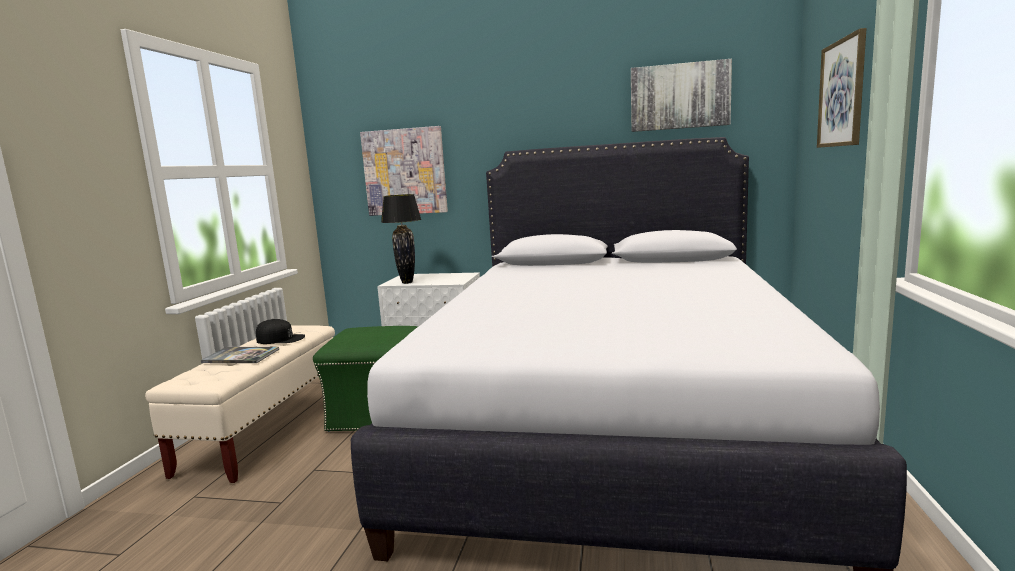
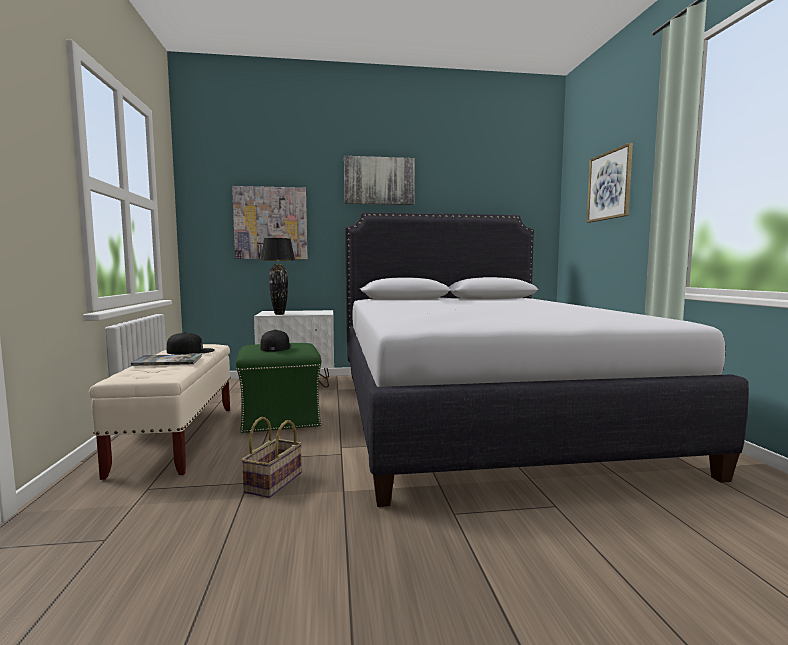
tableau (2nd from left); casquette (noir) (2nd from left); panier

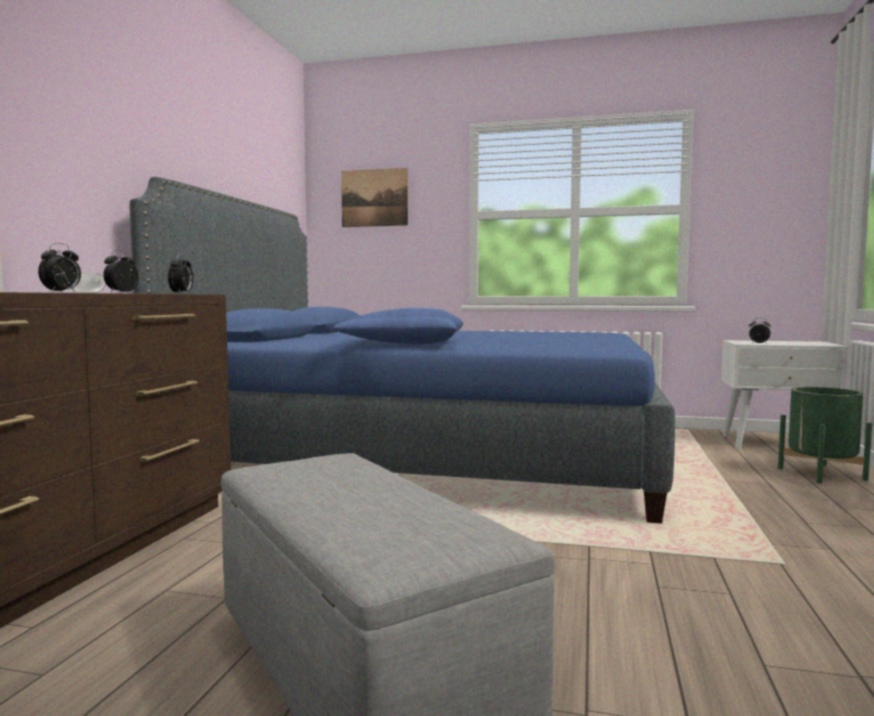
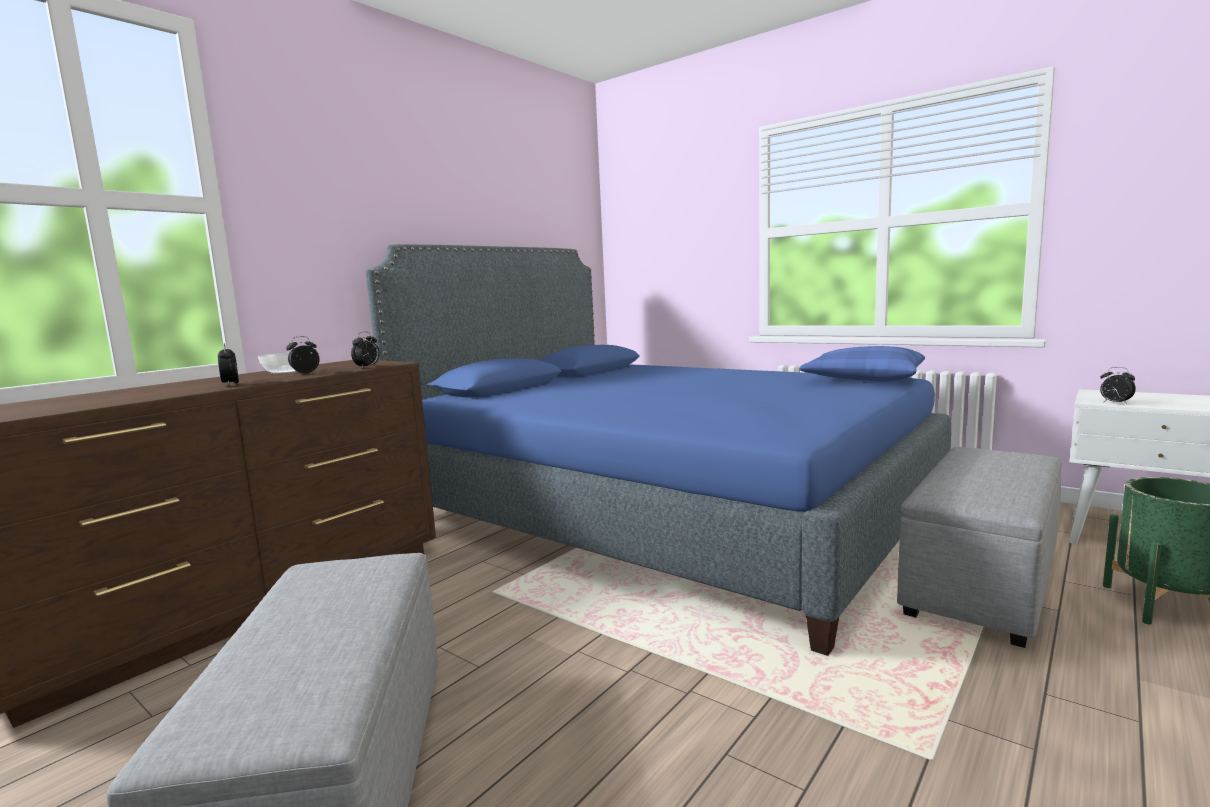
tableau; réveil (1st from left); coussin (bleu); pouf (gris) (2nd from left)

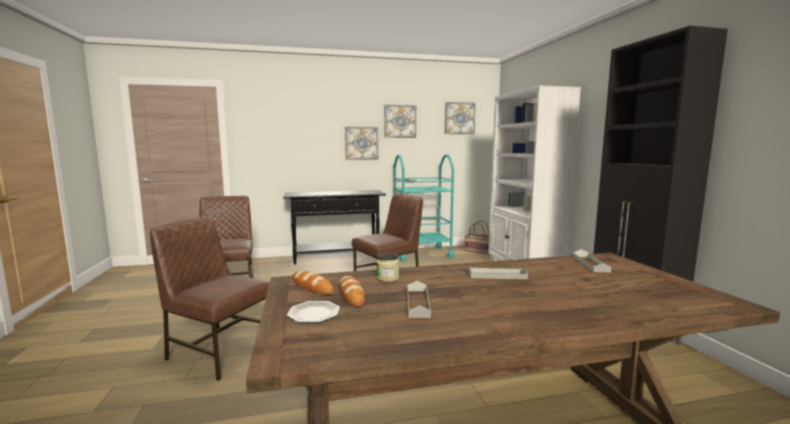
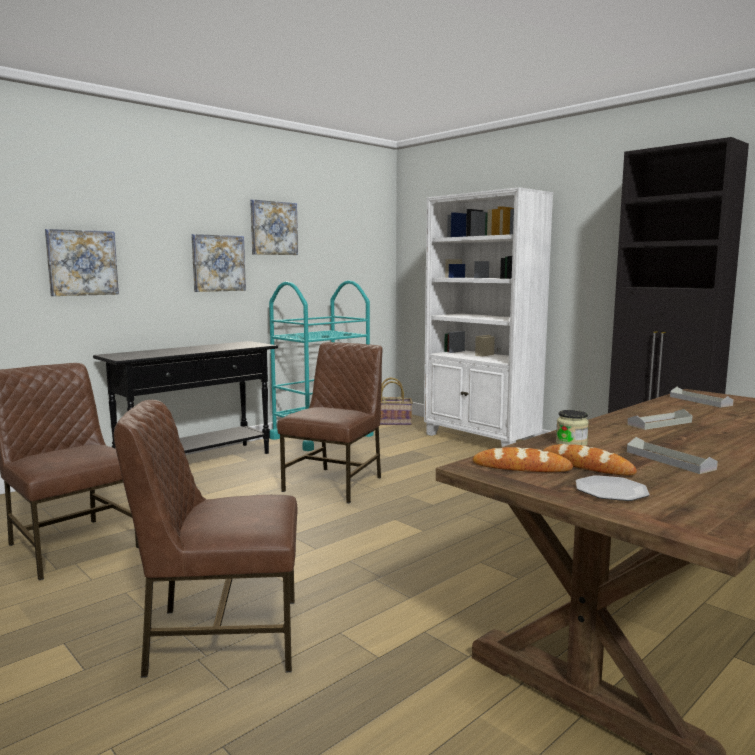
tableau (1st from left)

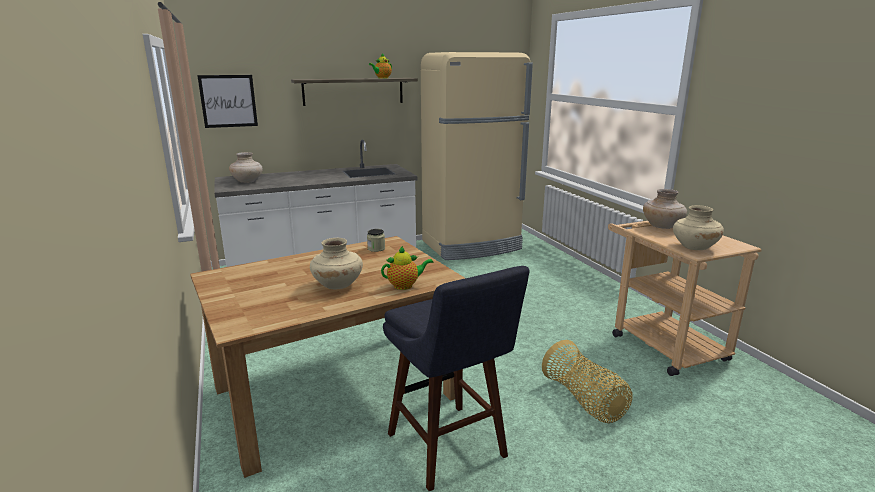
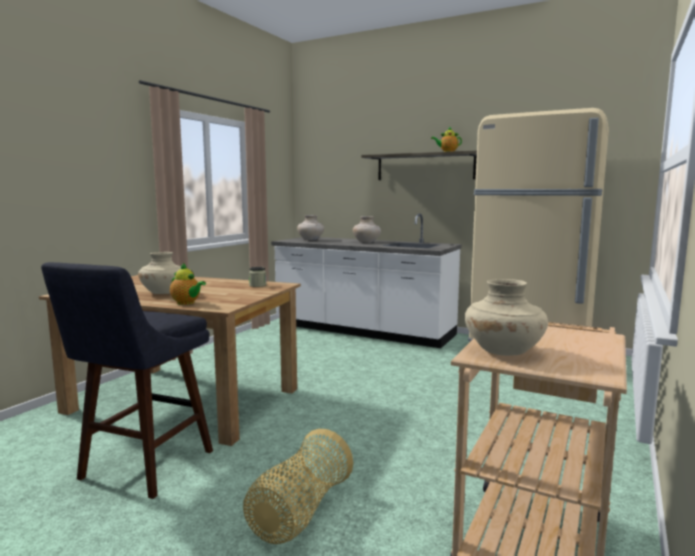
tableau; vase (beige) (3rd from left)

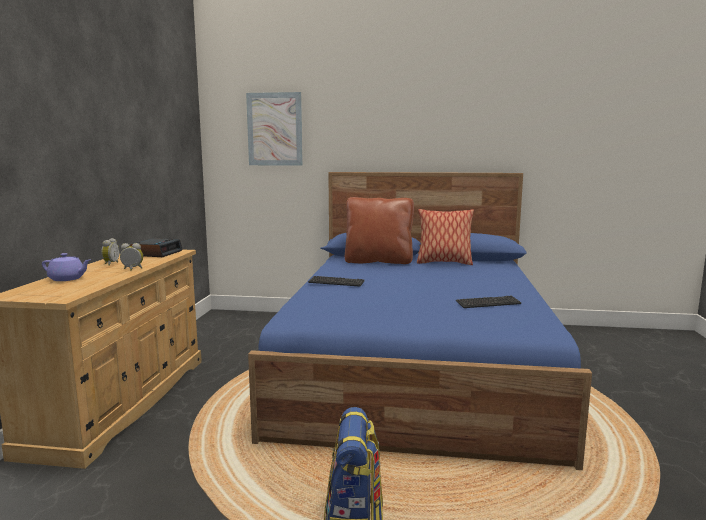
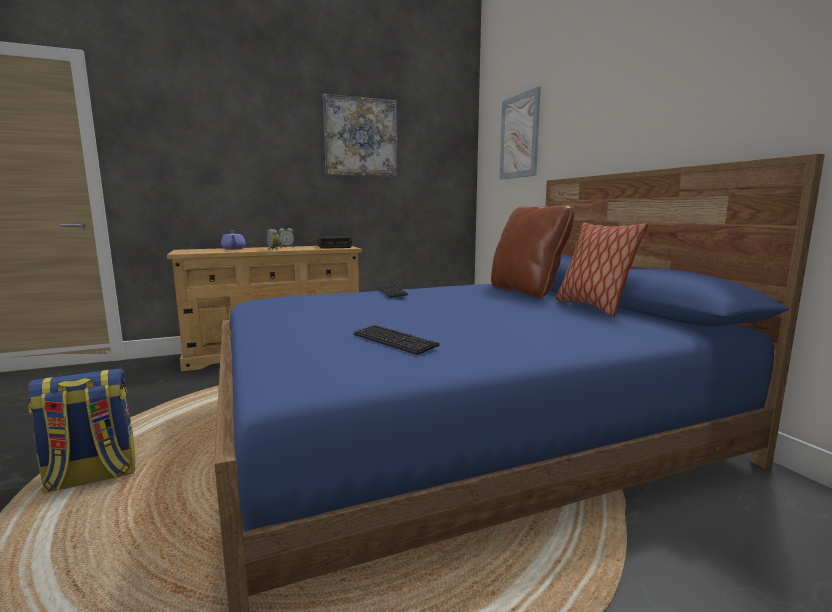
tableau (1st from left)

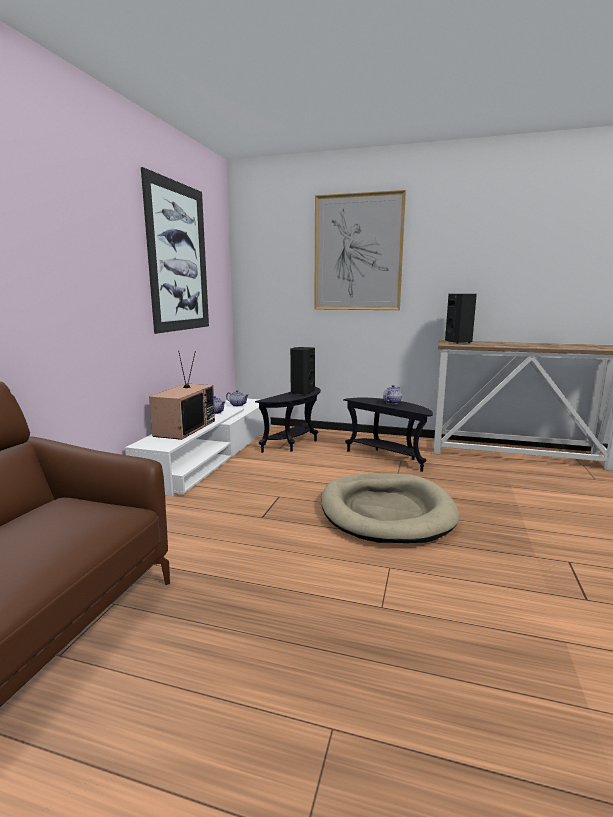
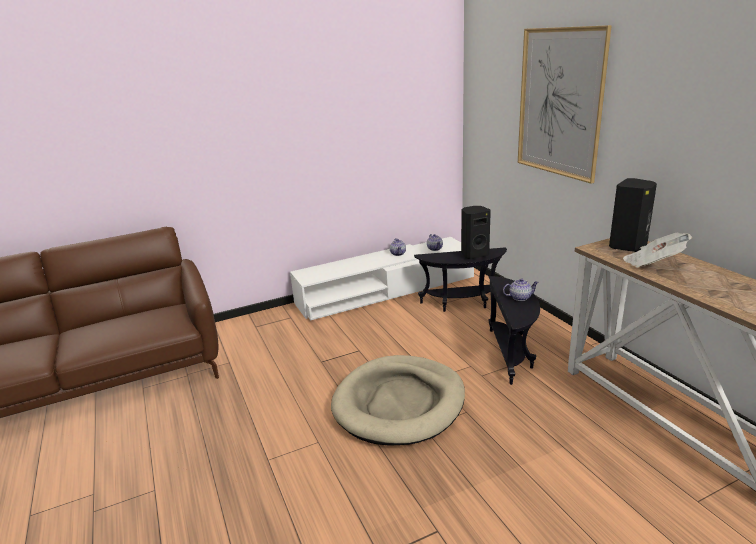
tableau (1st from left in the first image); téléviseur; journal

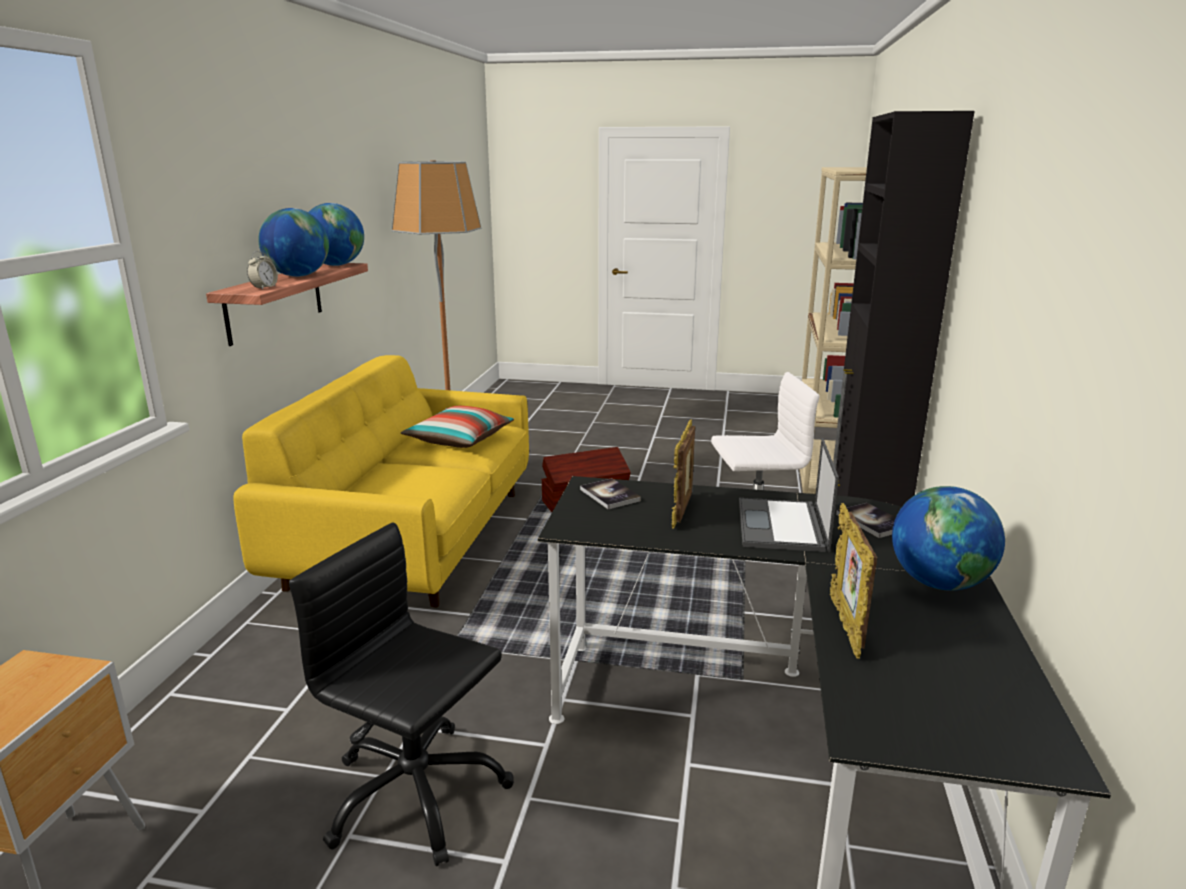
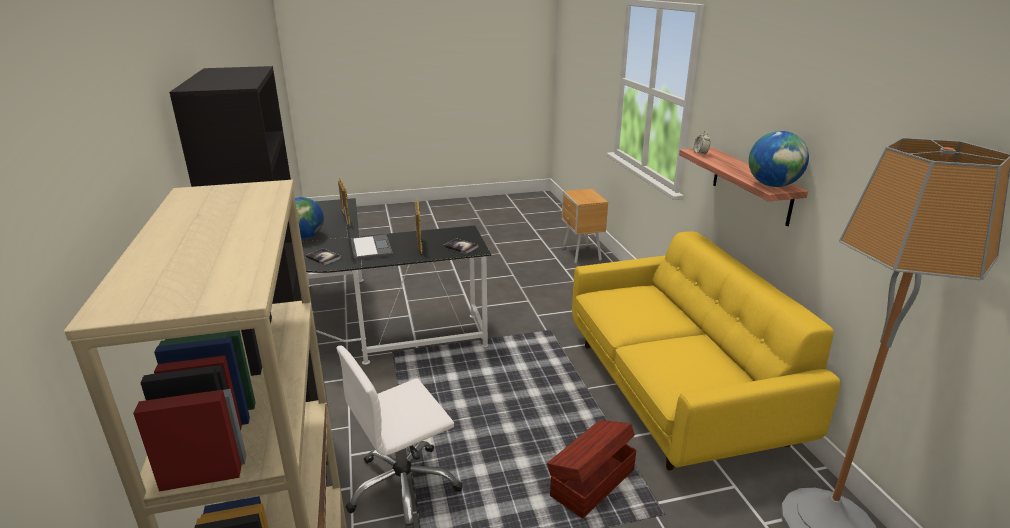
globe (1st from left in the first image); coussin; chaise de bureau (noir)

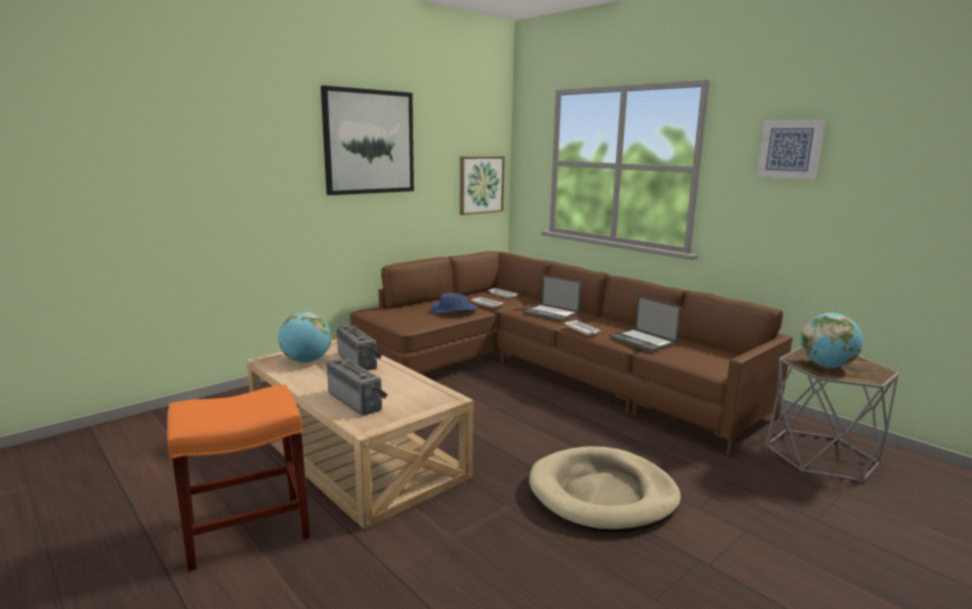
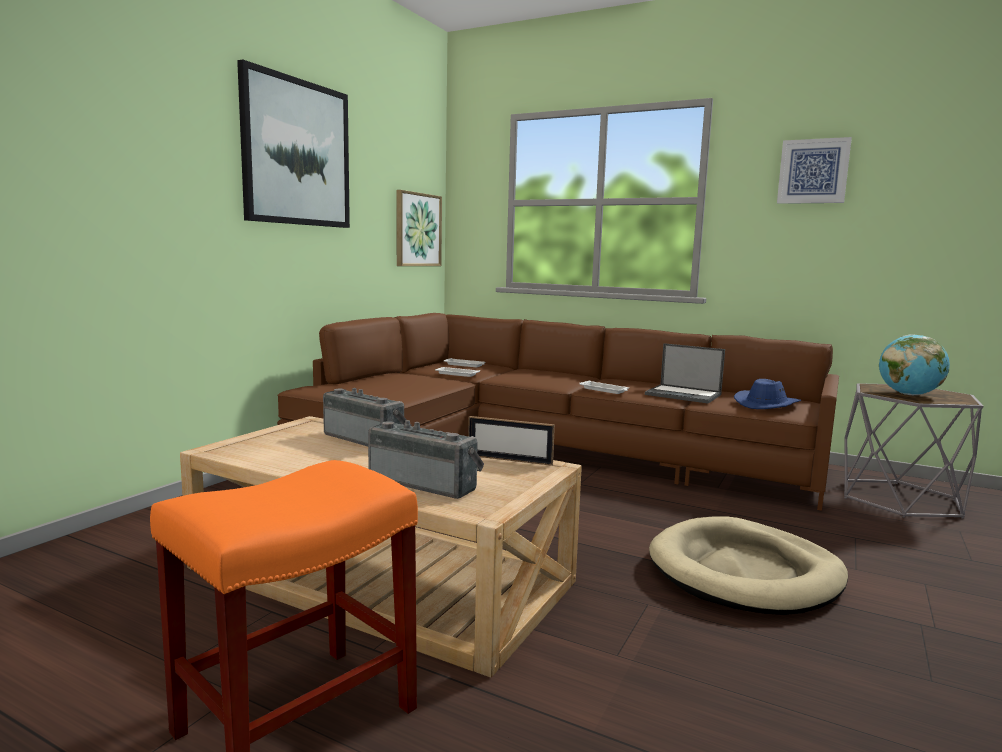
ordinateur portable (1st from left in the first image); chapeau (bleu); globe (1st from left in the first image); cadre photo

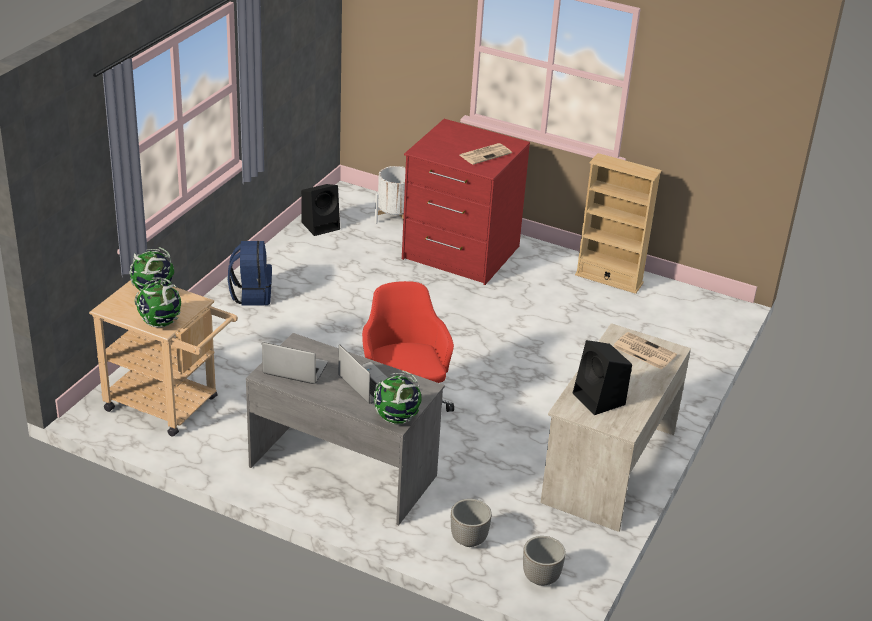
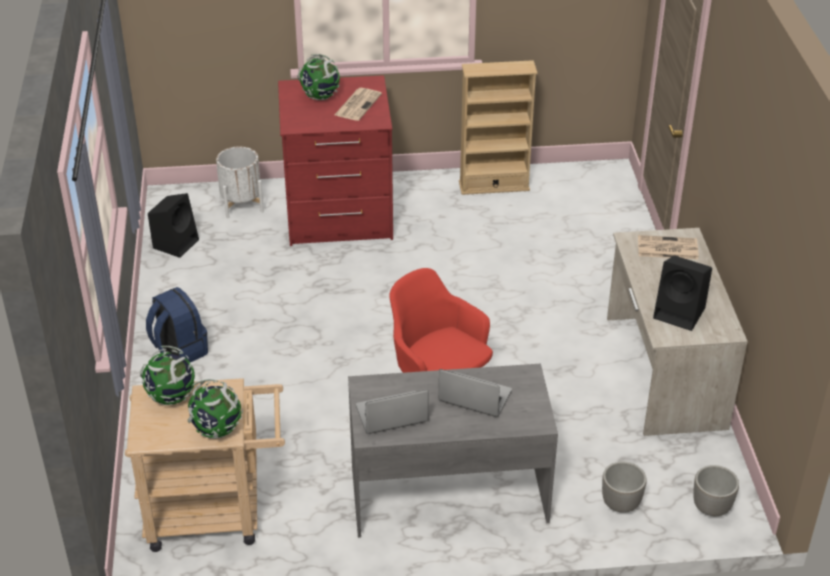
globe (3rd from left)

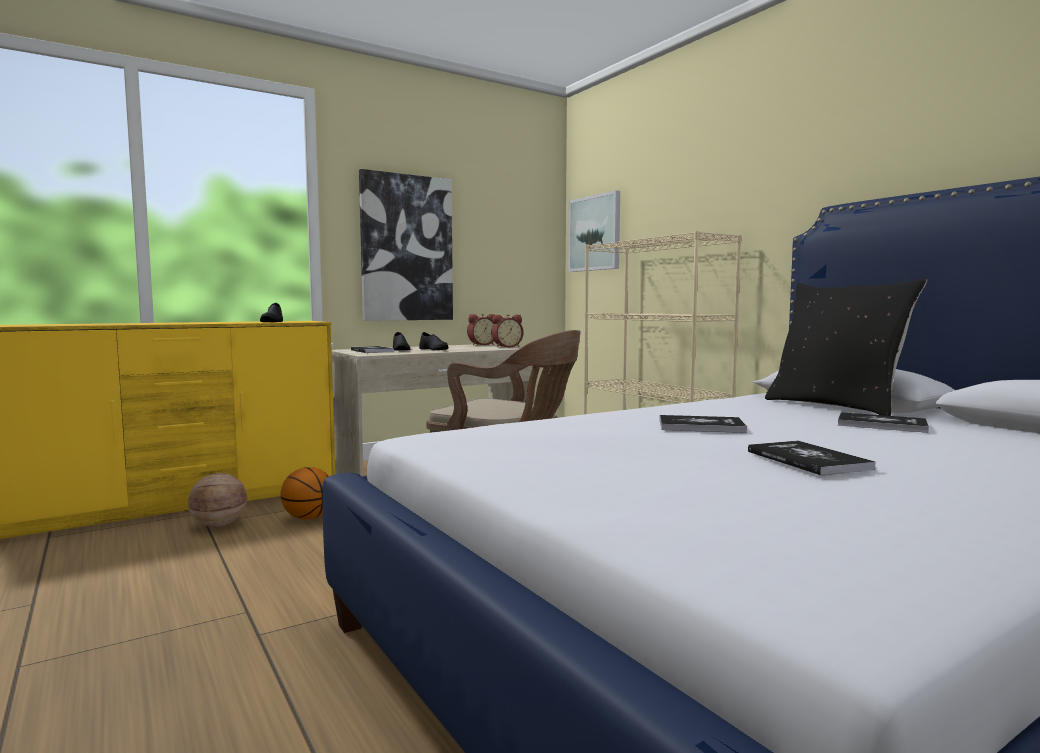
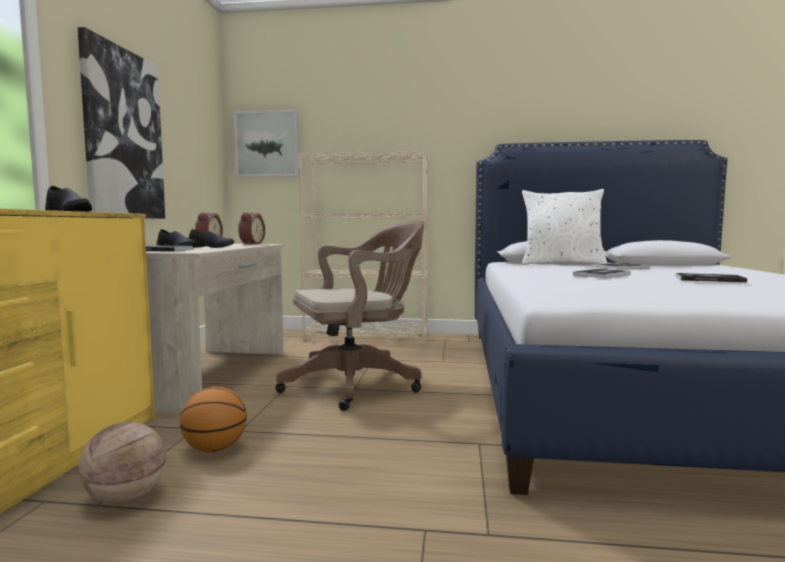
coussin (blanc)

